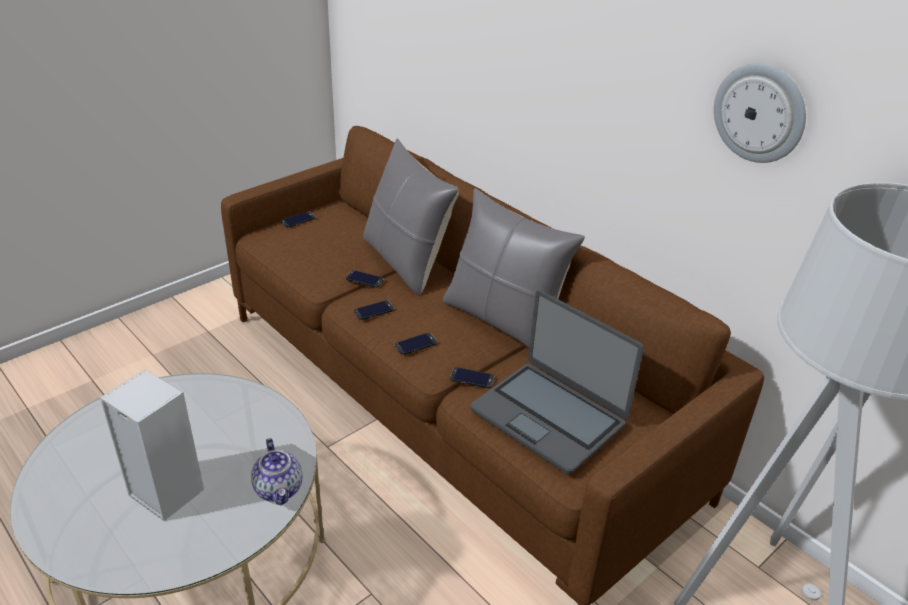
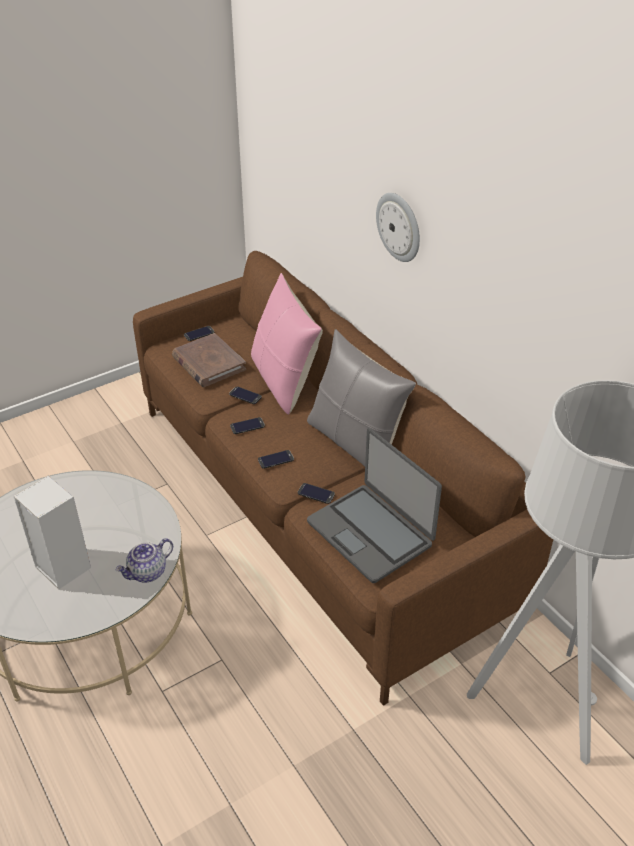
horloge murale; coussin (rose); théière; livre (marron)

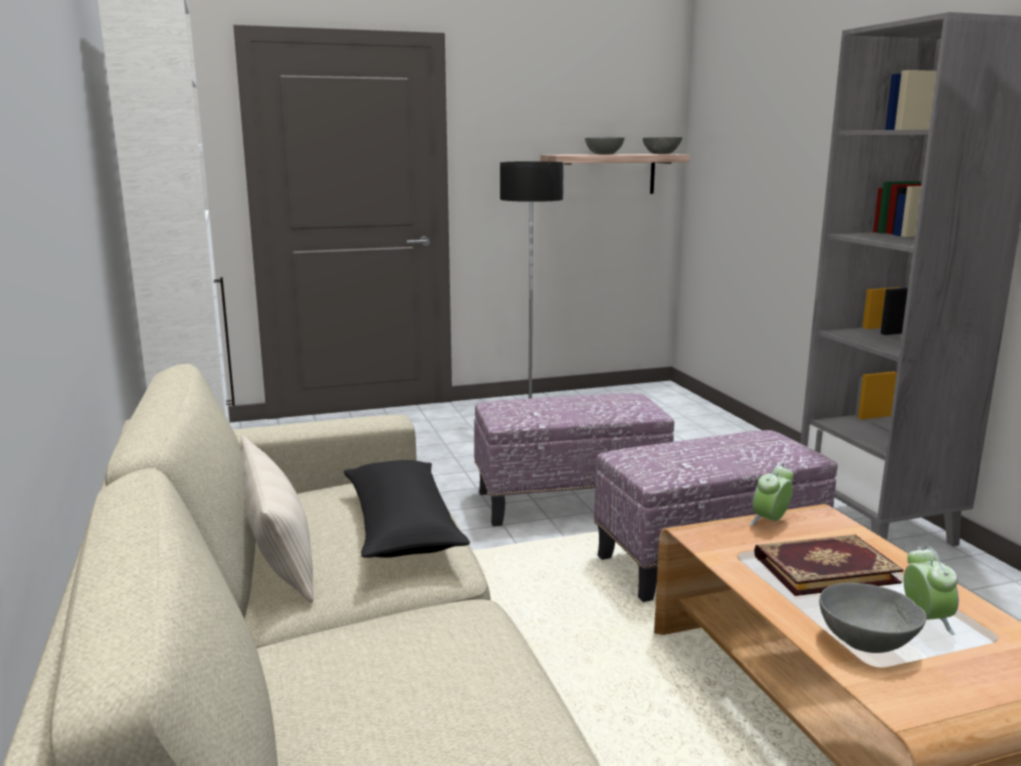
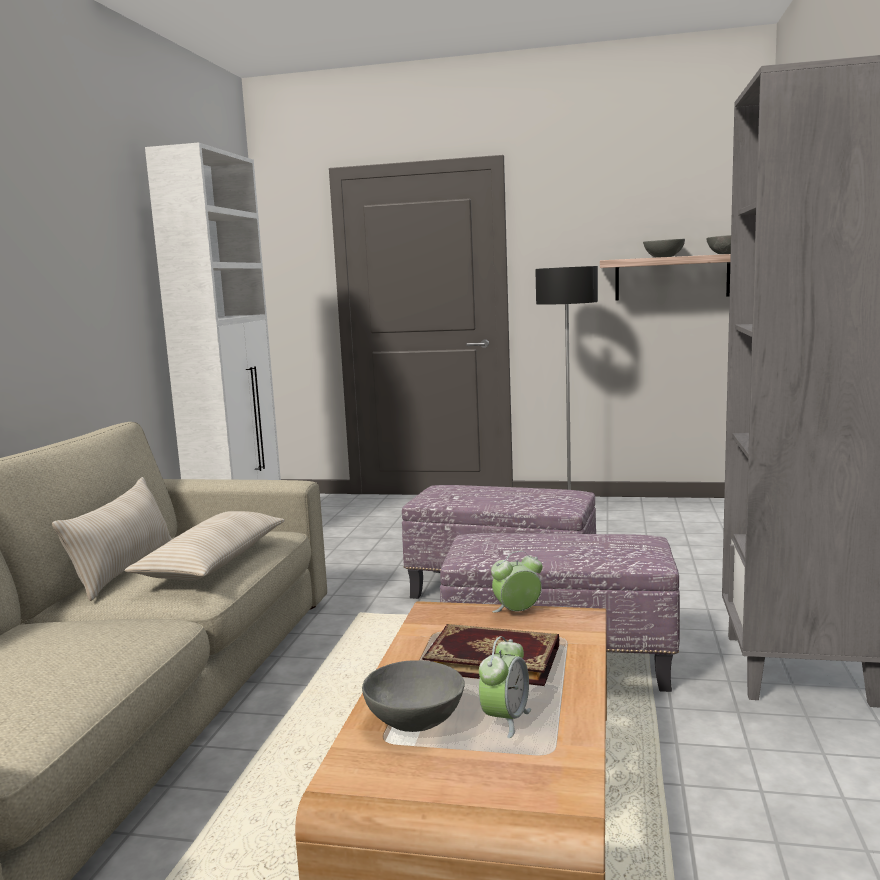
coussin (beige) (2nd from left)

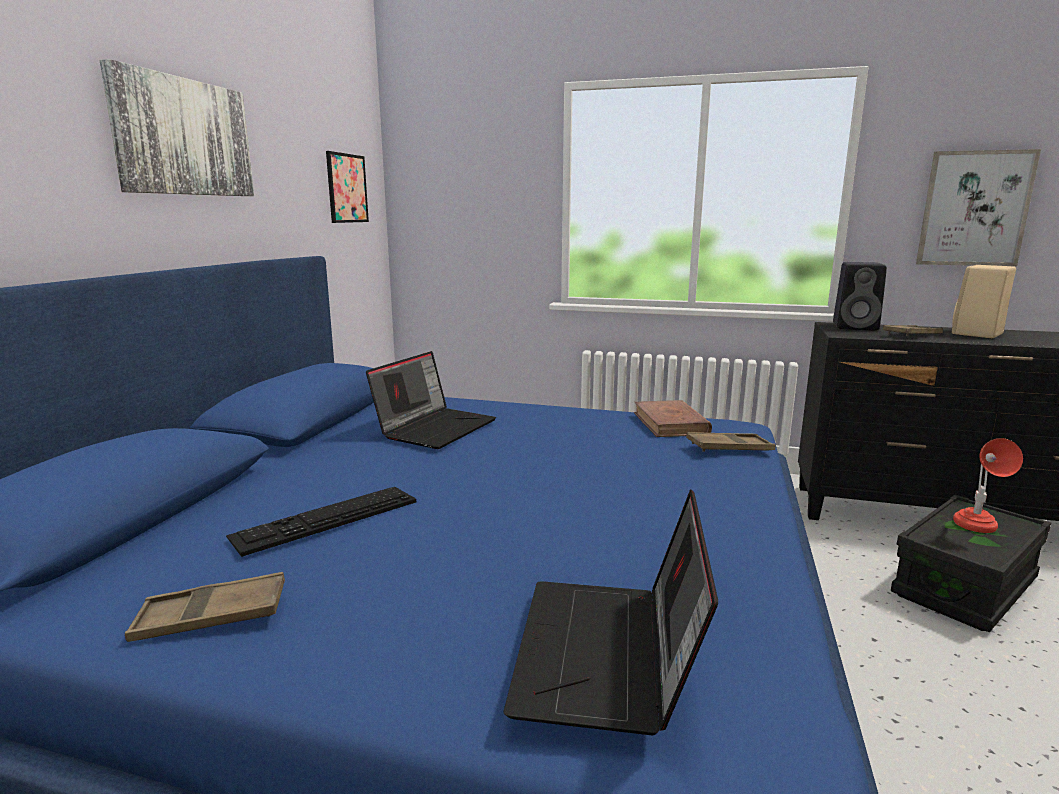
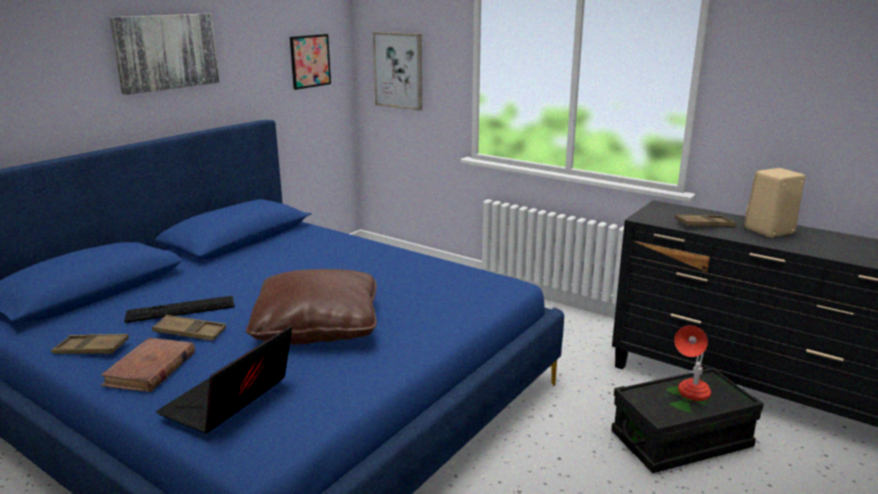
tableau (3rd from left); enceinte (noir); ordinateur portable (1st from left in the first image); livre (marron); plateau (marron) (2nd from left); coussin (marron)

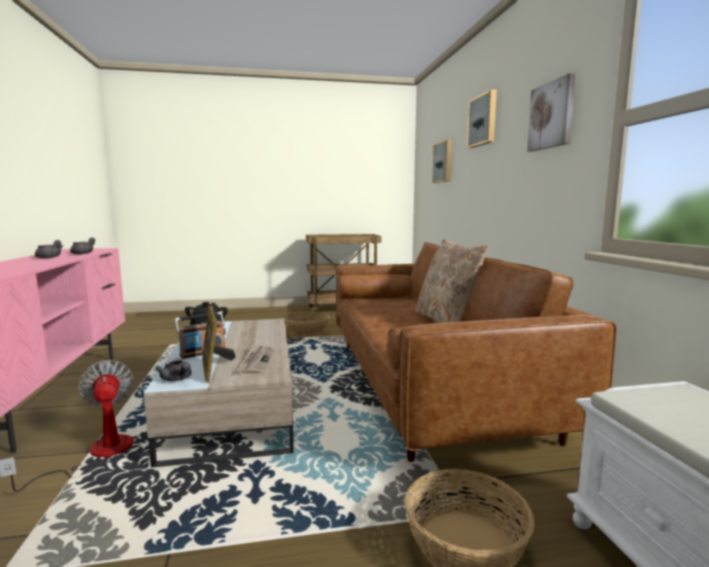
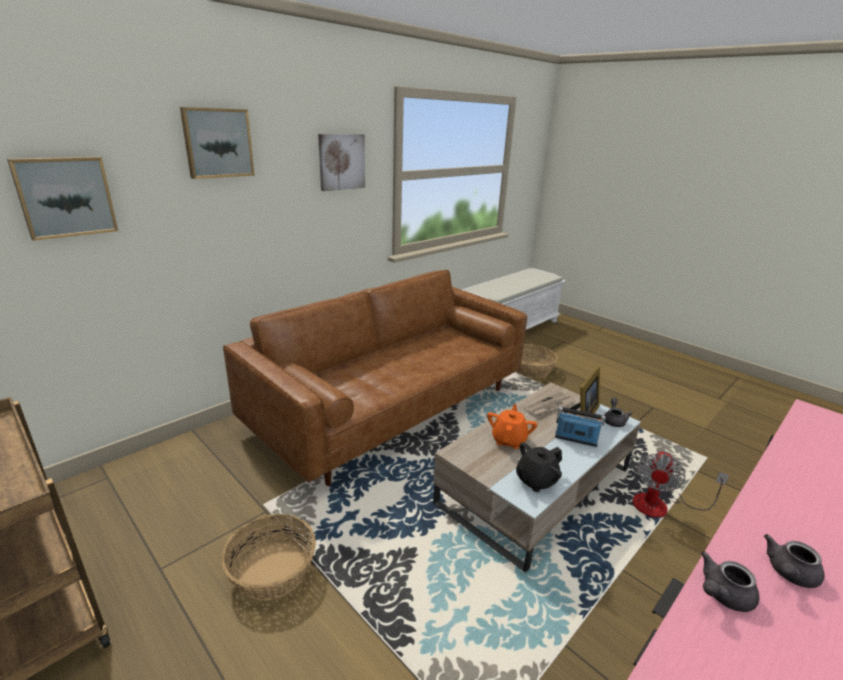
coussin (beige); théière (orange)

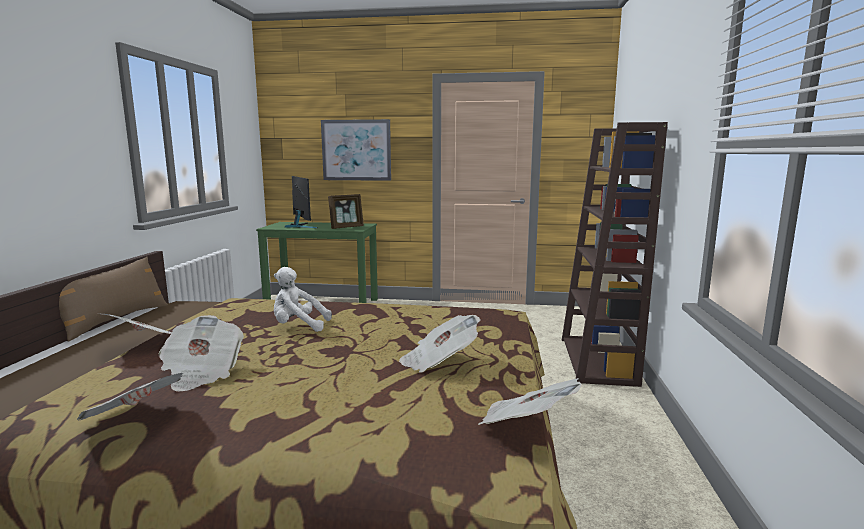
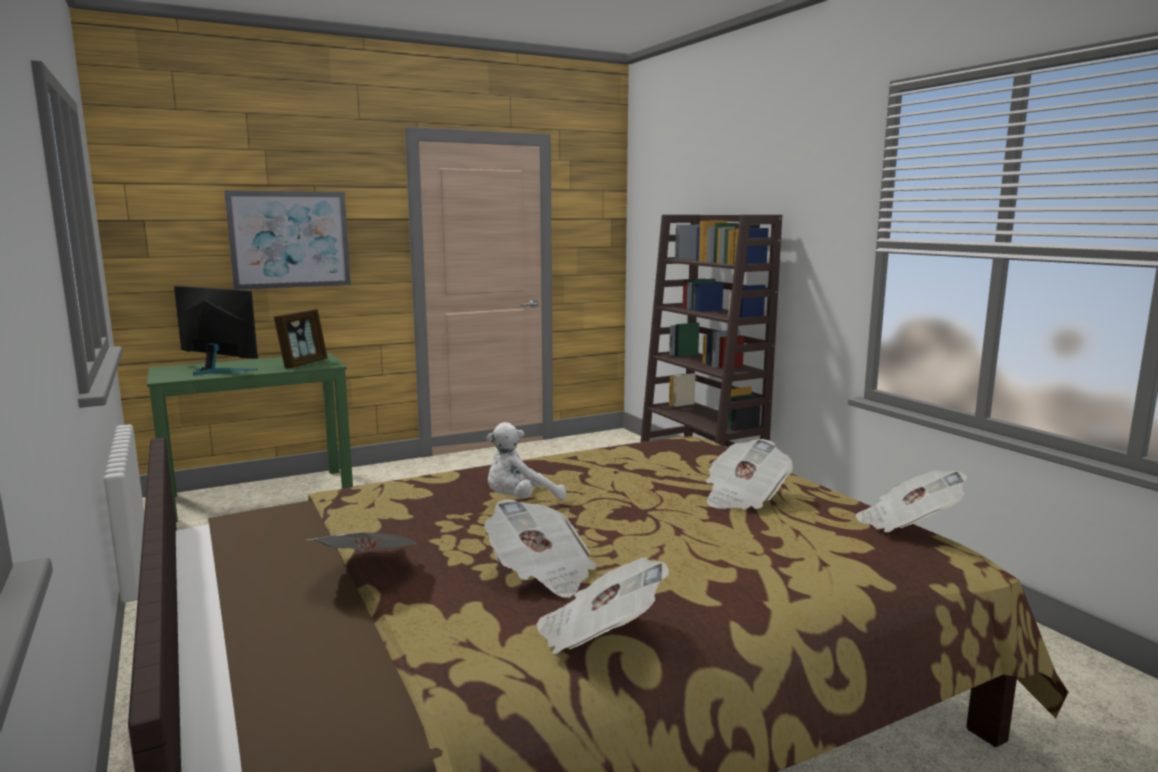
coussin (marron)

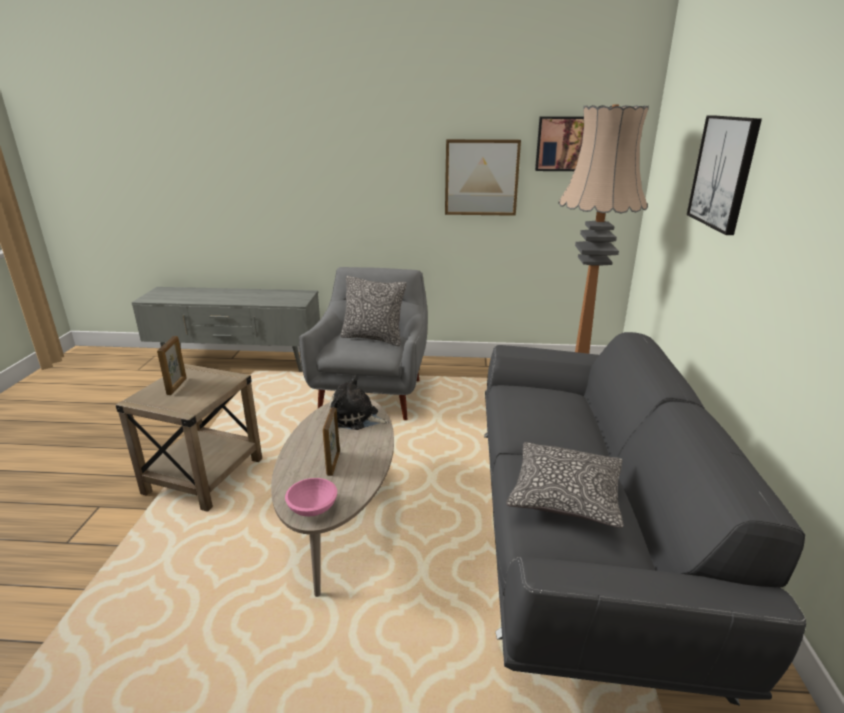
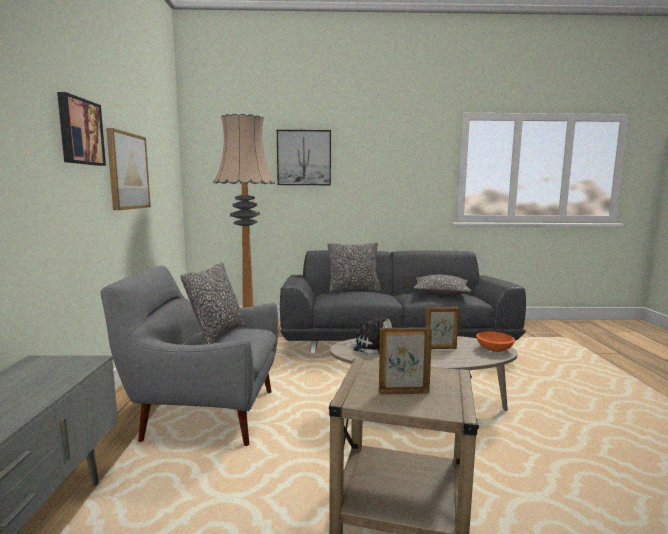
tableau (1st from left); peluche; bol (orange); coussin (2nd from left)

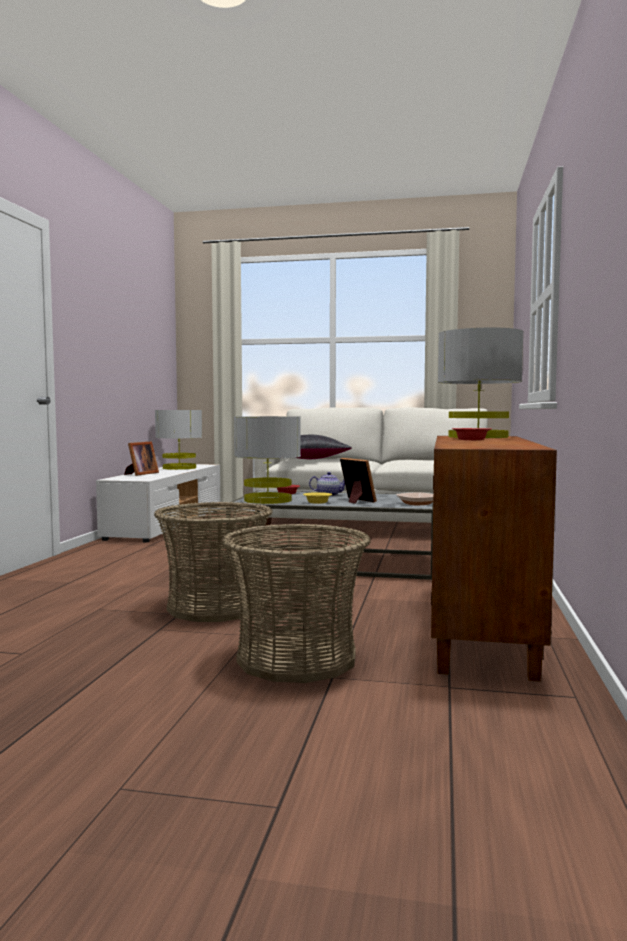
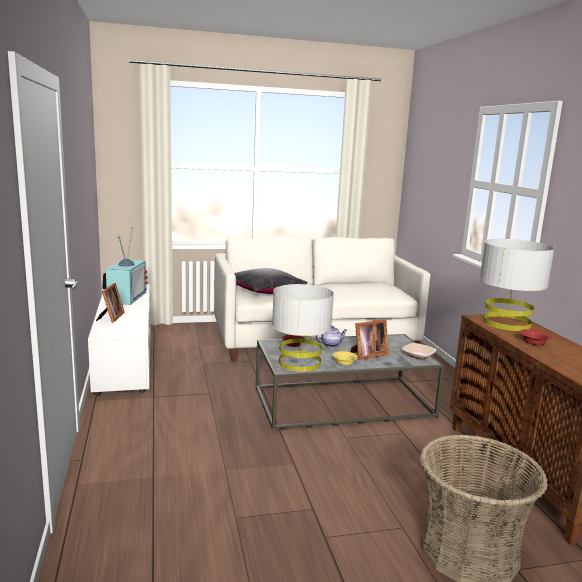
téléviseur; cadre photo (2nd from left); panier (1st from left in the first image)

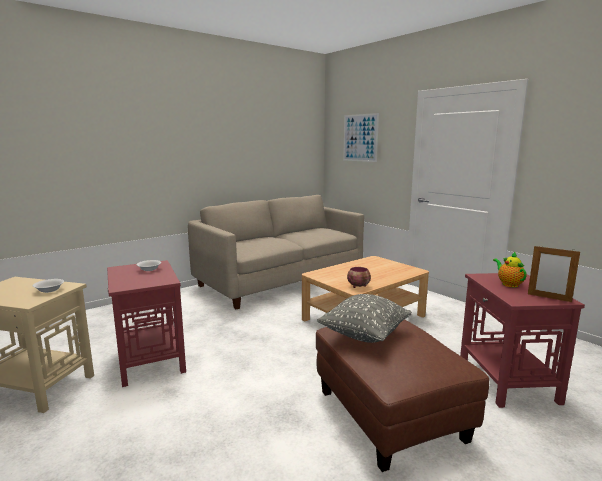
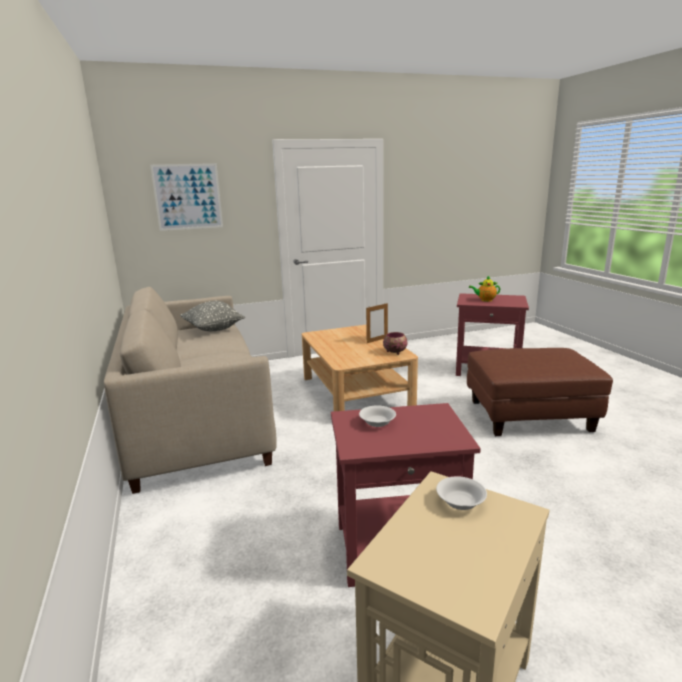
cadre photo; coussin (gris)

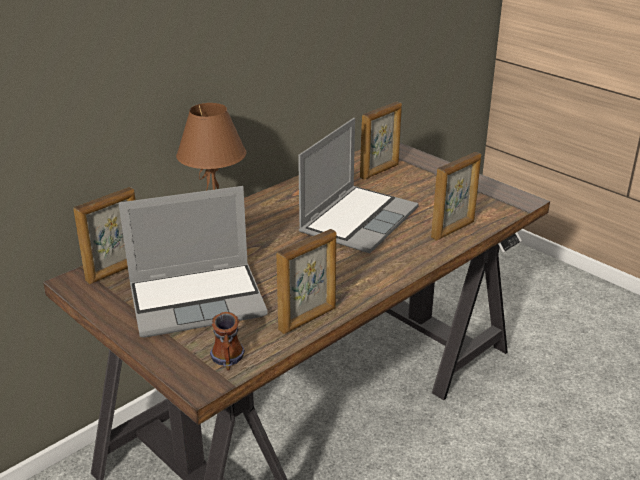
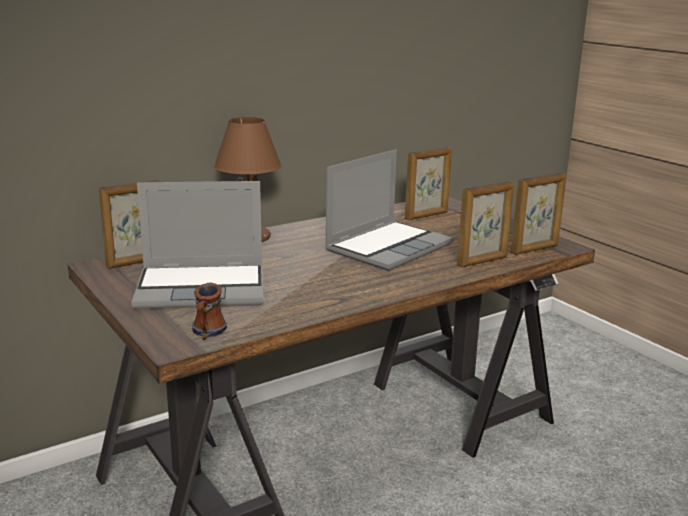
cadre photo (4th from left)

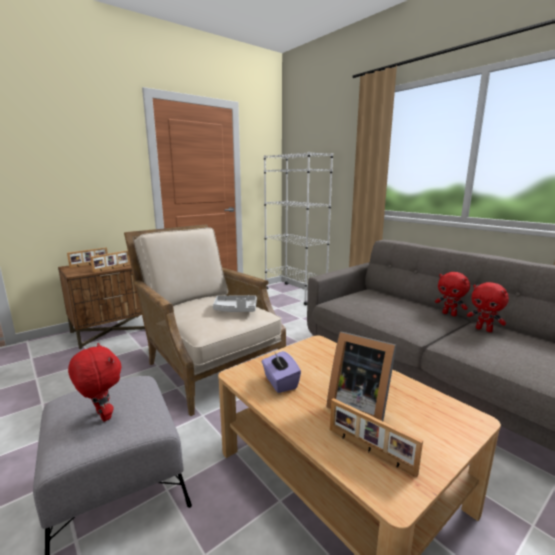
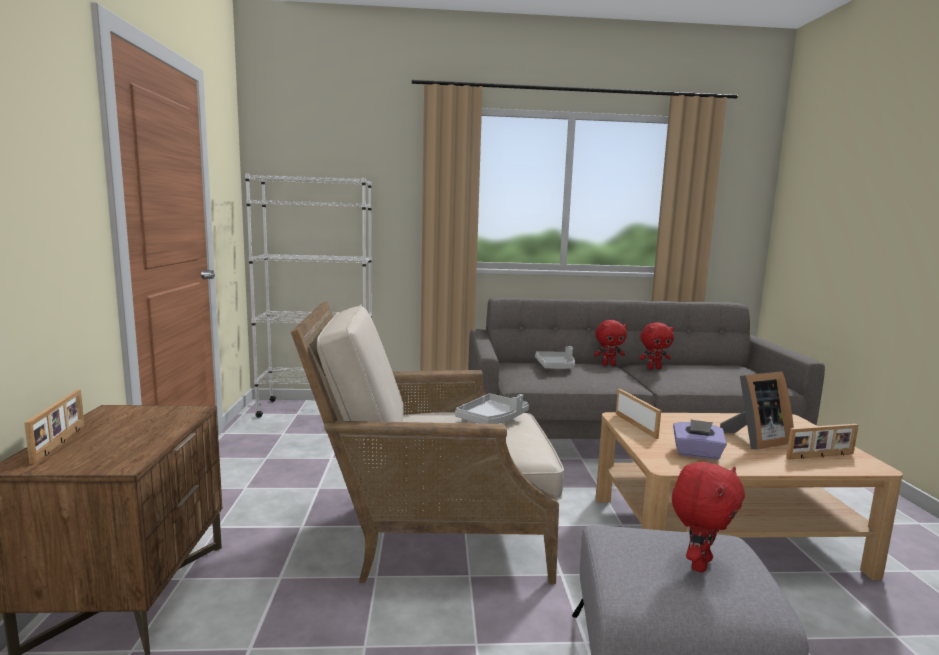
cadre photo (2nd from left); peluche (rouge) (3rd from left); plateau (gris) (2nd from left)

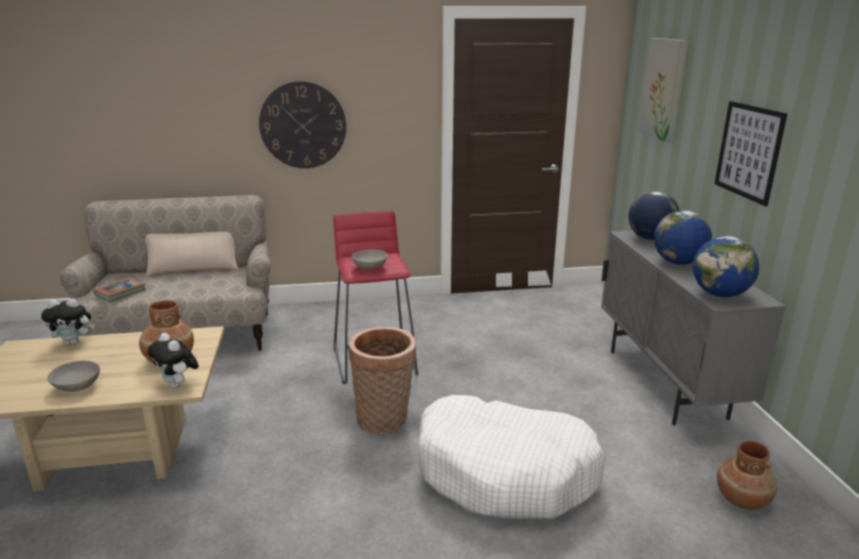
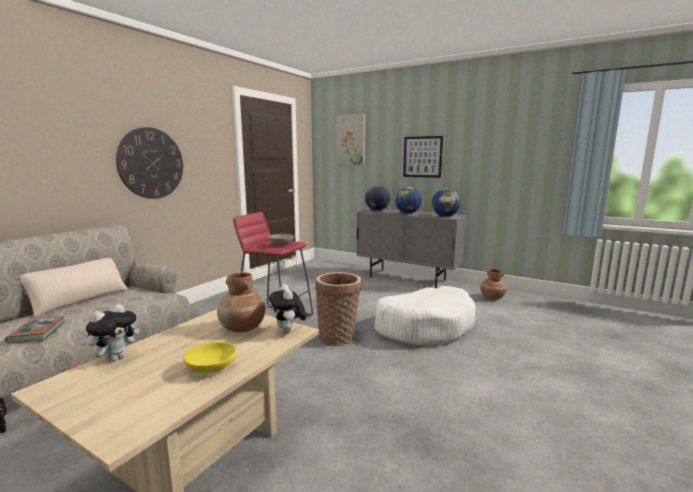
peluche (2nd from left); bol (jaune)

